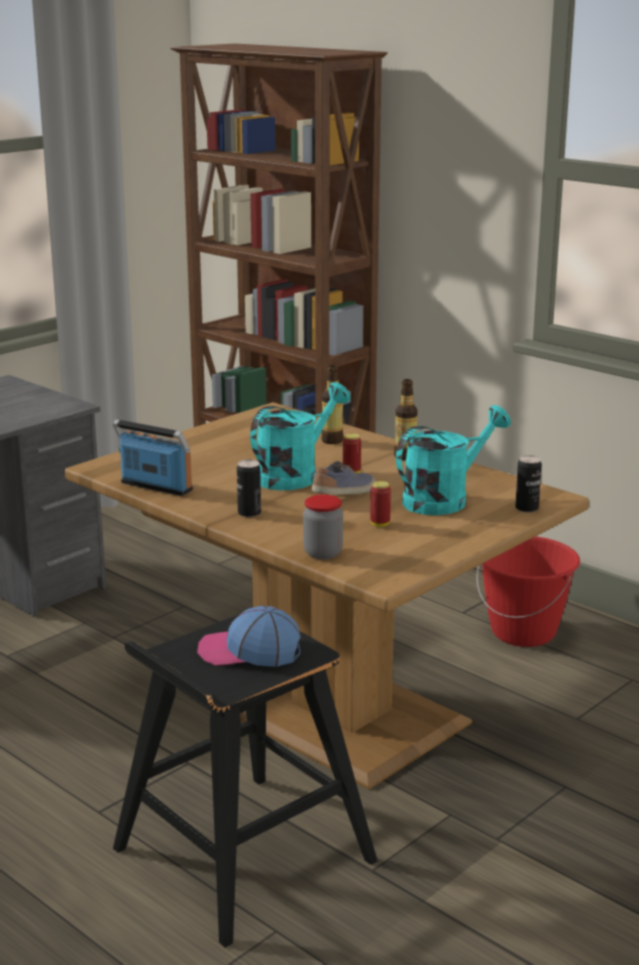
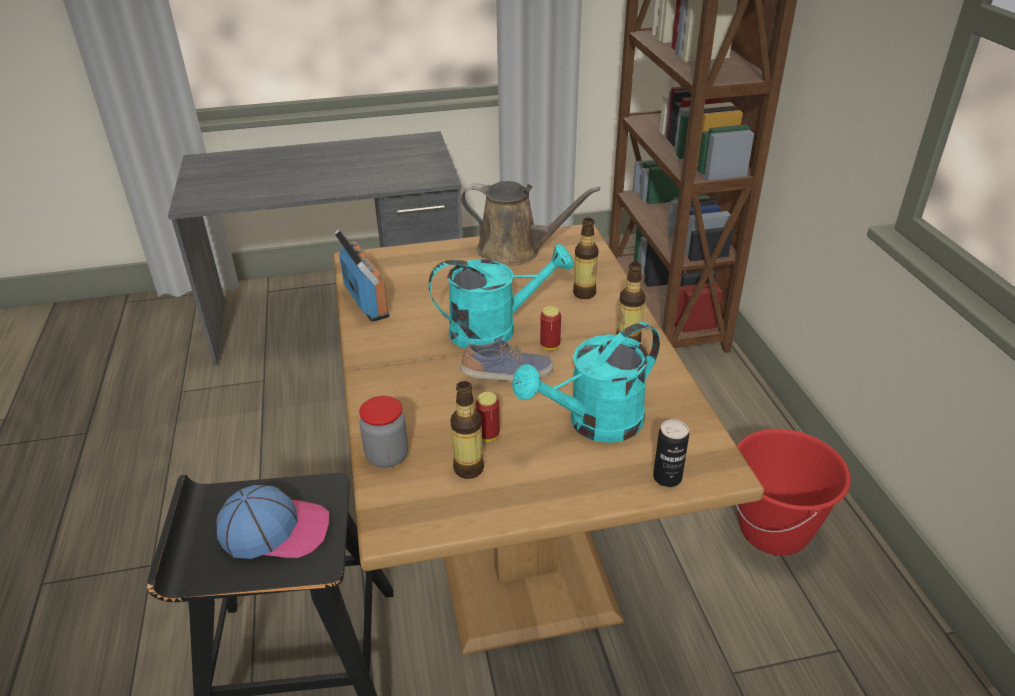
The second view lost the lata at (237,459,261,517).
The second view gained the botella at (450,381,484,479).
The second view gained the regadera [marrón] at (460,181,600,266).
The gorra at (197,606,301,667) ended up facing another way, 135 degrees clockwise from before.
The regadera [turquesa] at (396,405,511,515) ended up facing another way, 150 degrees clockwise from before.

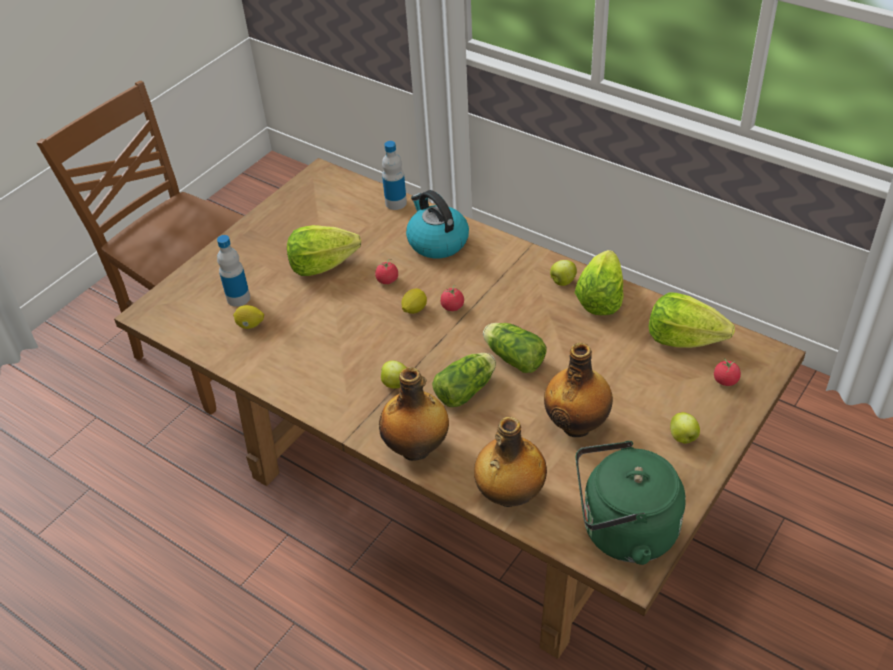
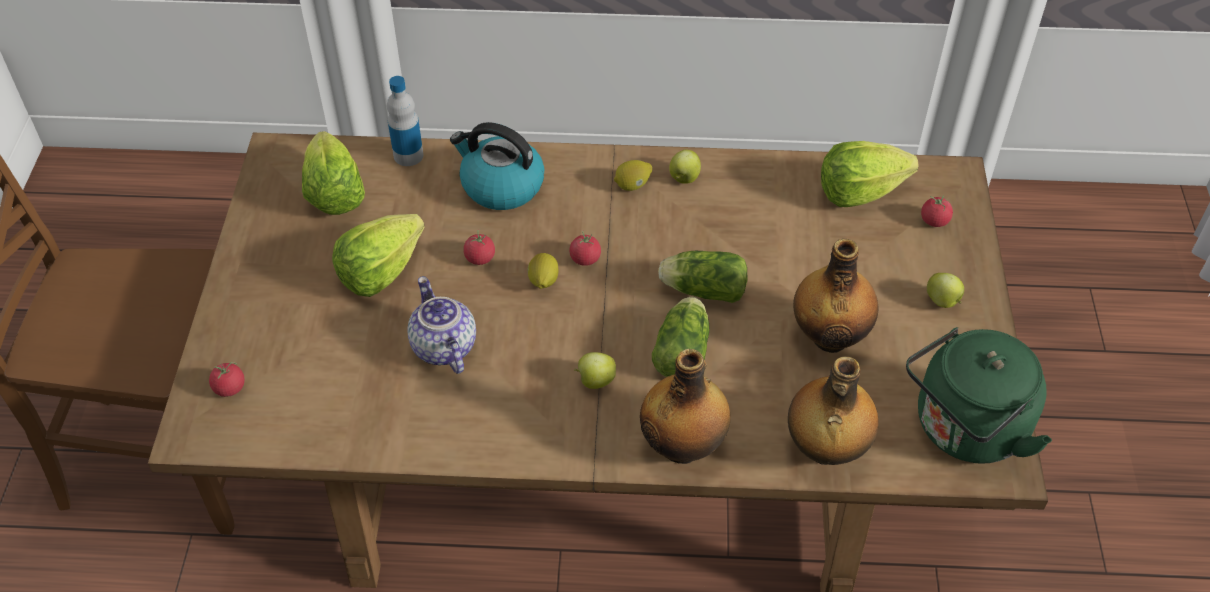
The second view lost the botella at (217,235,250,307).
The second view gained the tomate at (209,362,245,397).
The second view gained the tetera at (407,276,476,374).
The limón ended up elsewhere, having gone from (233,305,264,329) to (614,160,652,191).
The lechuga ended up elsewhere, having gone from (575,250,624,315) to (302,131,365,215).

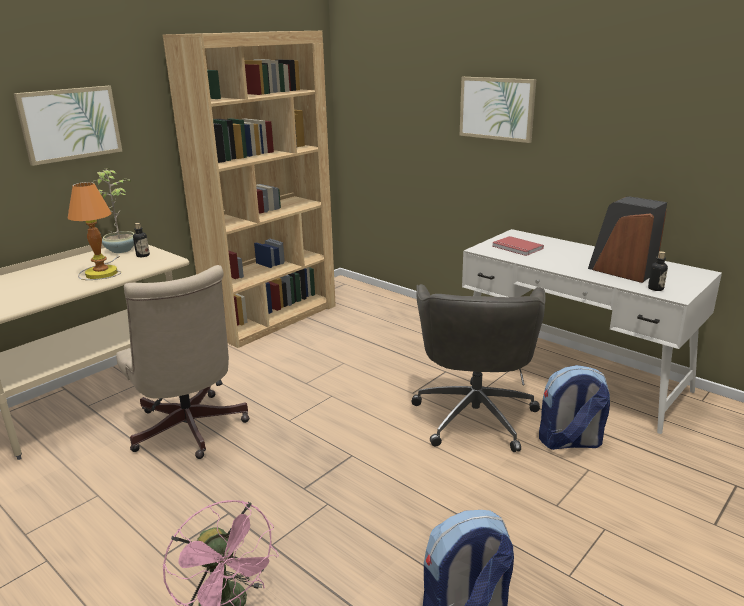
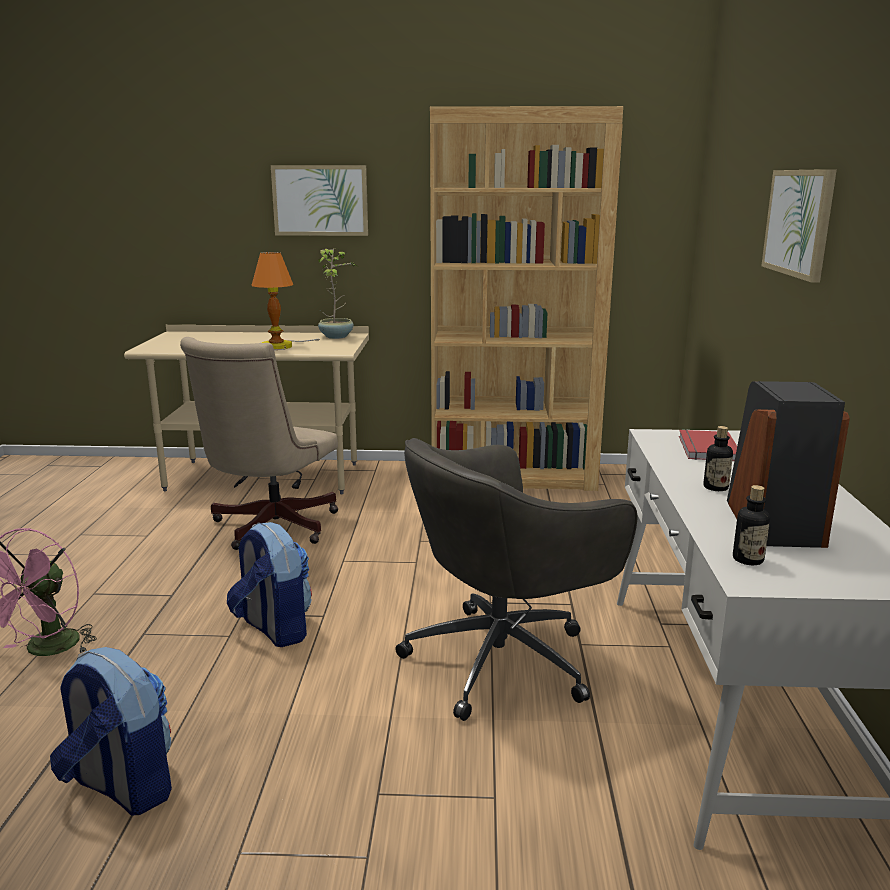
The botella ended up elsewhere, having gone from (133,223,150,257) to (704,426,733,491).
The mochila ended up elsewhere, having gone from (539,365,610,450) to (227,522,312,647).

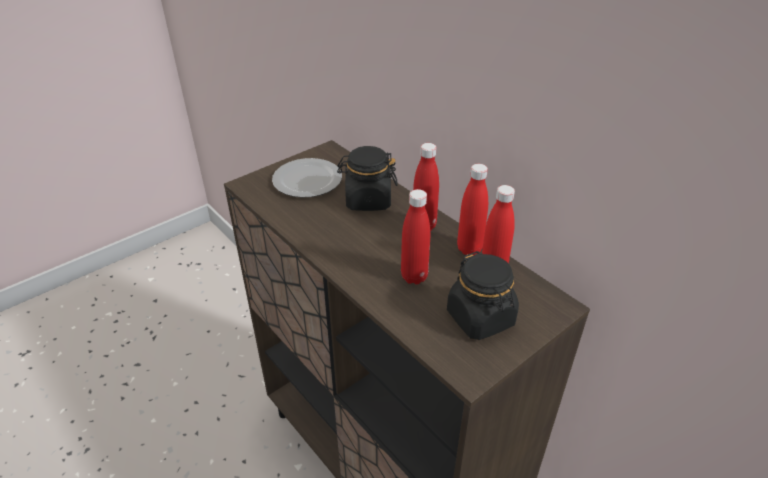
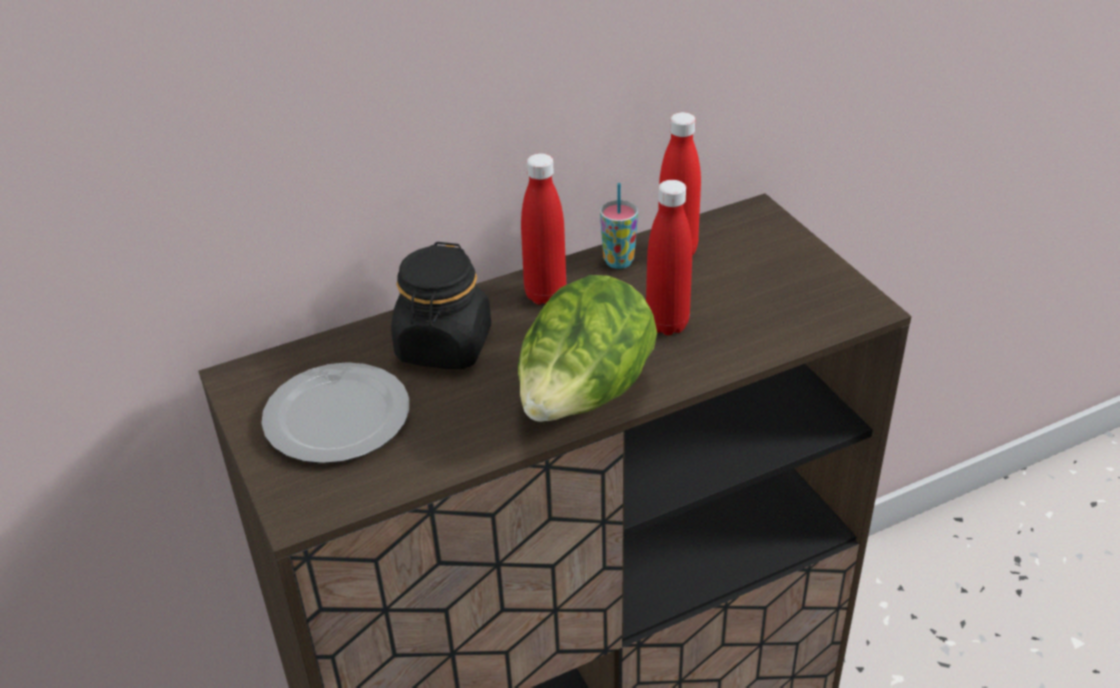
The second view lost the tarro [negro] at (447,251,519,340).
The second view gained the lechuga at (518,275,657,422).
Where the botella [rojo] stood at (457,164,488,255), the taza came to stand at (600,183,638,269).

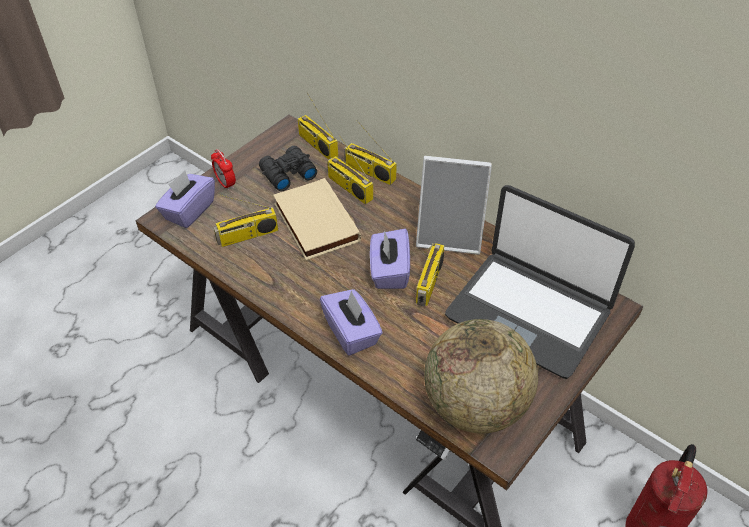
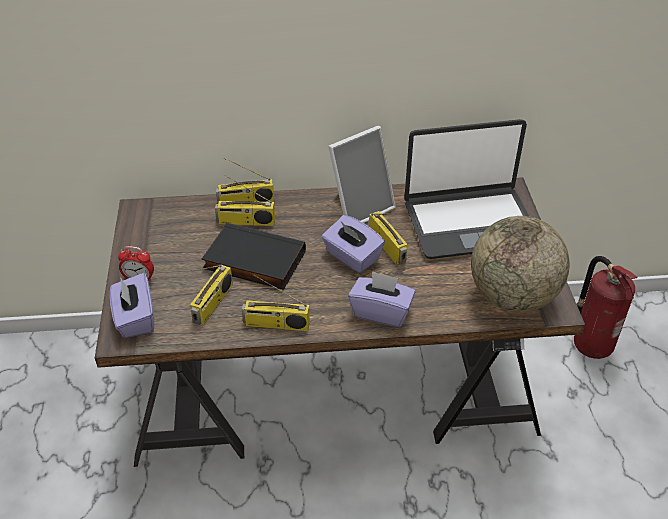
The second view lost the prismáticos [negro] at (259,146,317,191).
The radio ended up elsewhere, having gone from (298,93,338,160) to (242,275,310,331).
What was the libro [beis] at (273,178,361,260) turned into the libro [negro] at (202,223,306,290).

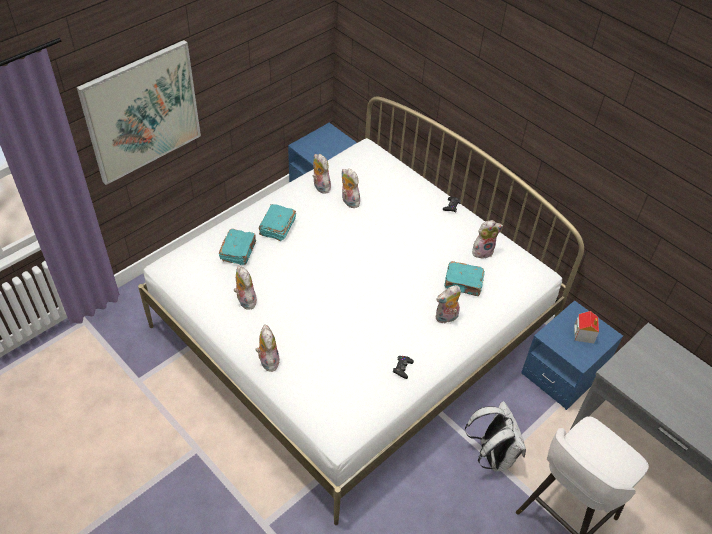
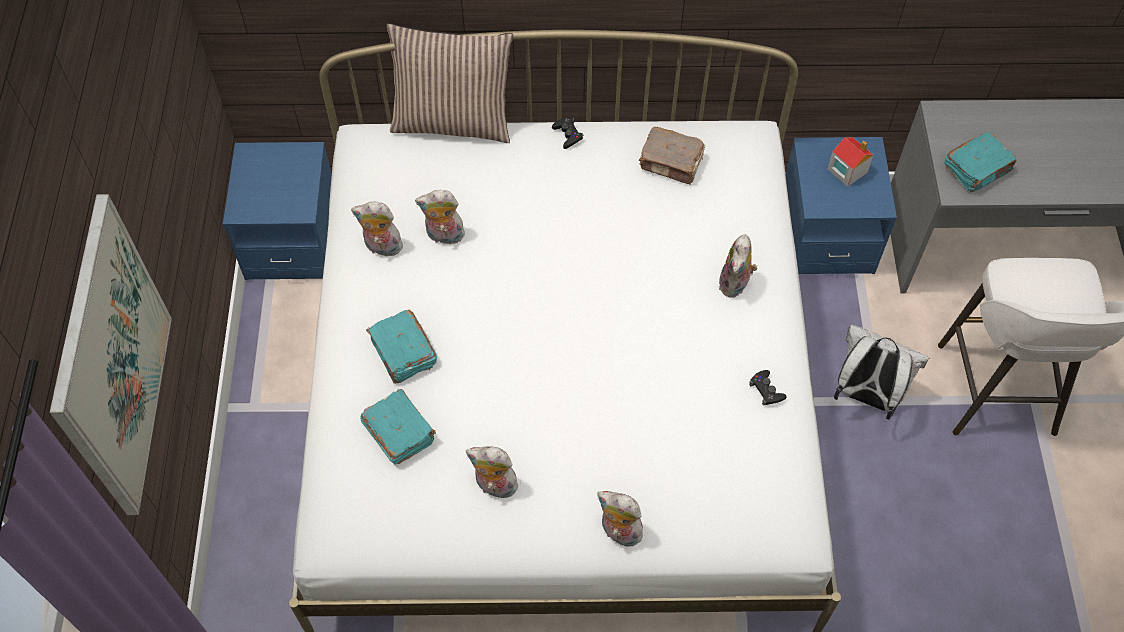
The second view gained the cojín at (387,23,513,143).
The libro [turquesa] ended up elsewhere, having gone from (444,261,485,296) to (944,132,1016,192).
Where the peluche stood at (472,220,503,259), the libro [marrón] came to stand at (639,127,705,184).

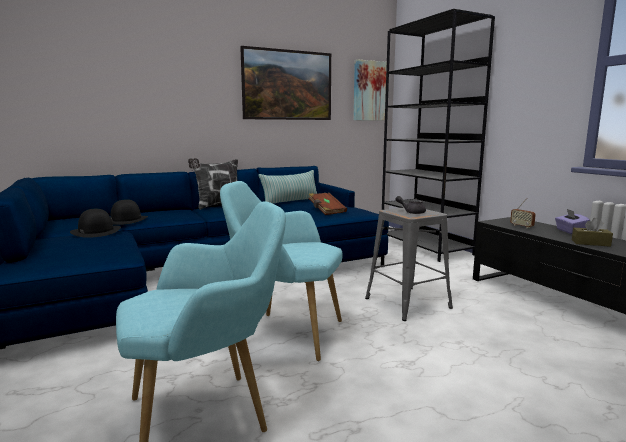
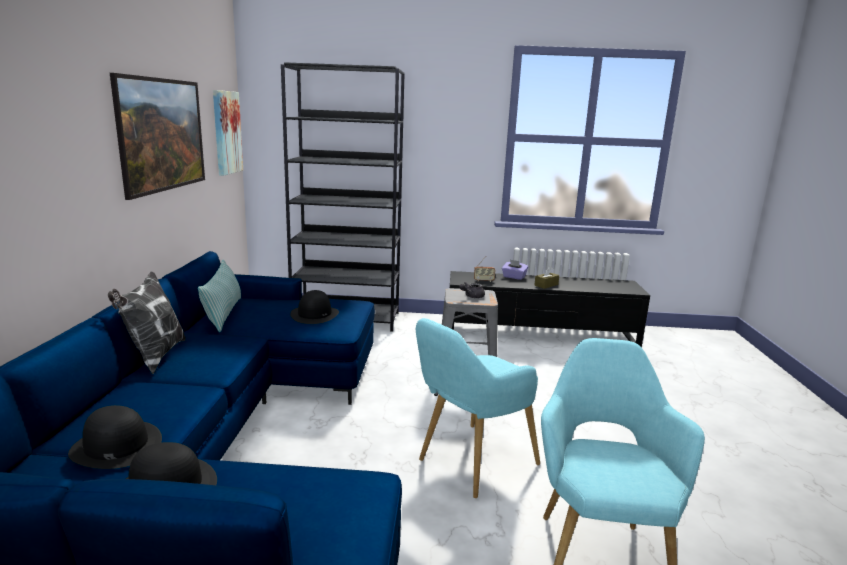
Where the libro [marrón] stood at (308,192,347,215), the sombrero [negro] came to stand at (290,290,339,324).

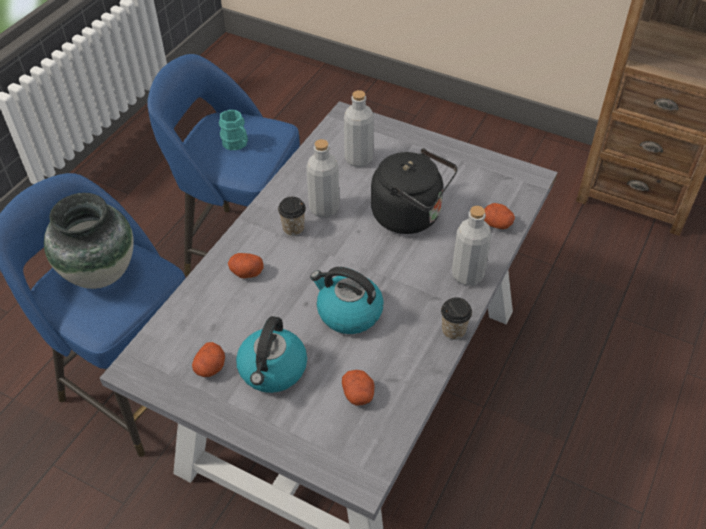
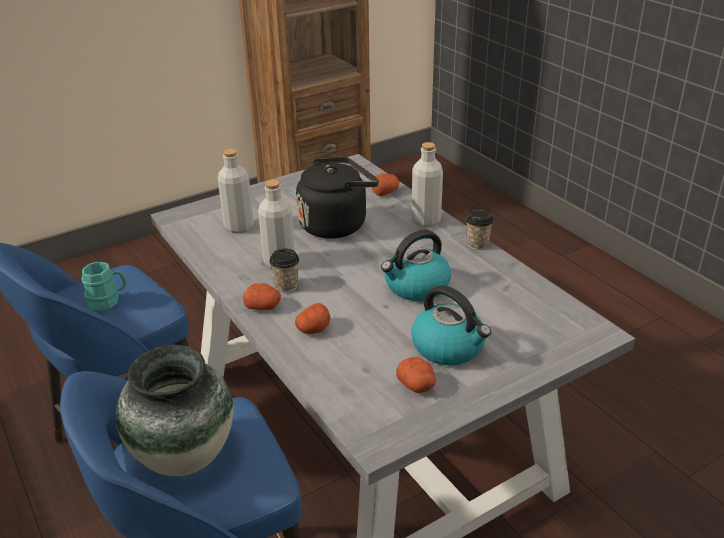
The patata ended up elsewhere, having gone from (342,370,375,406) to (243,283,281,310).

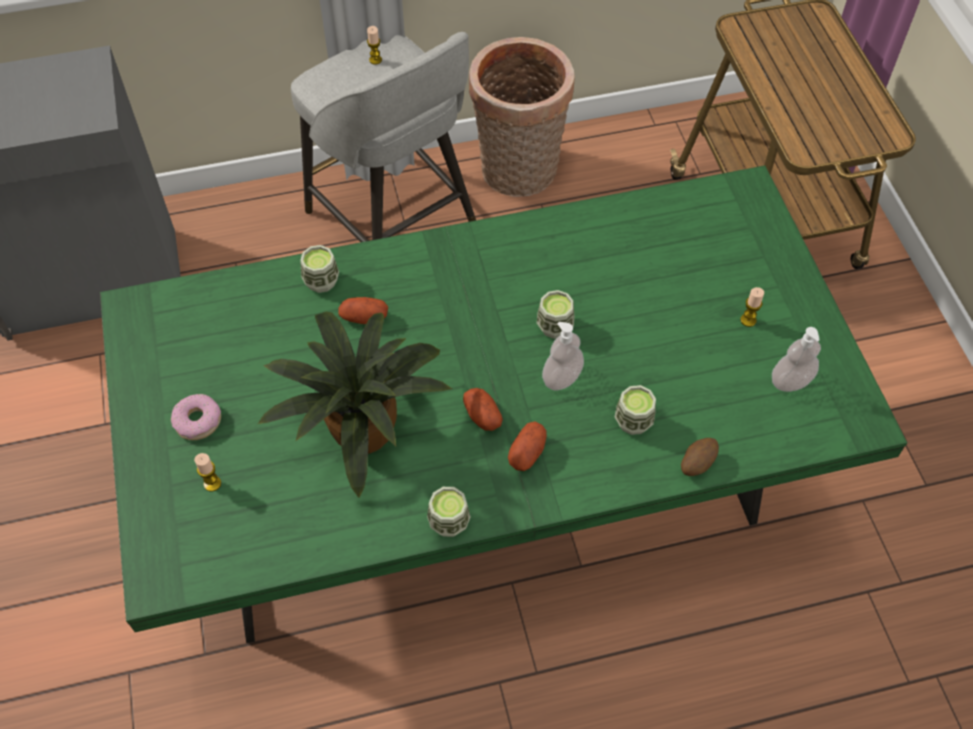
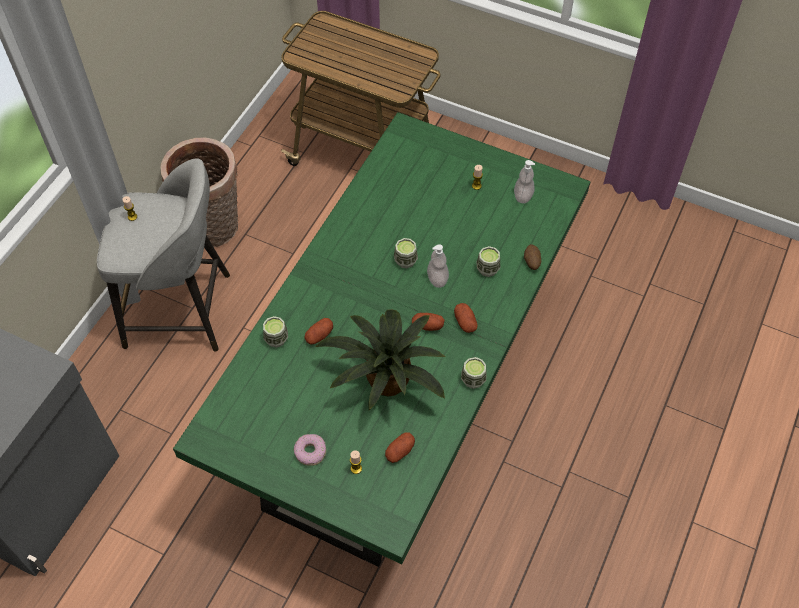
The second view gained the patata at (385,432,415,463).

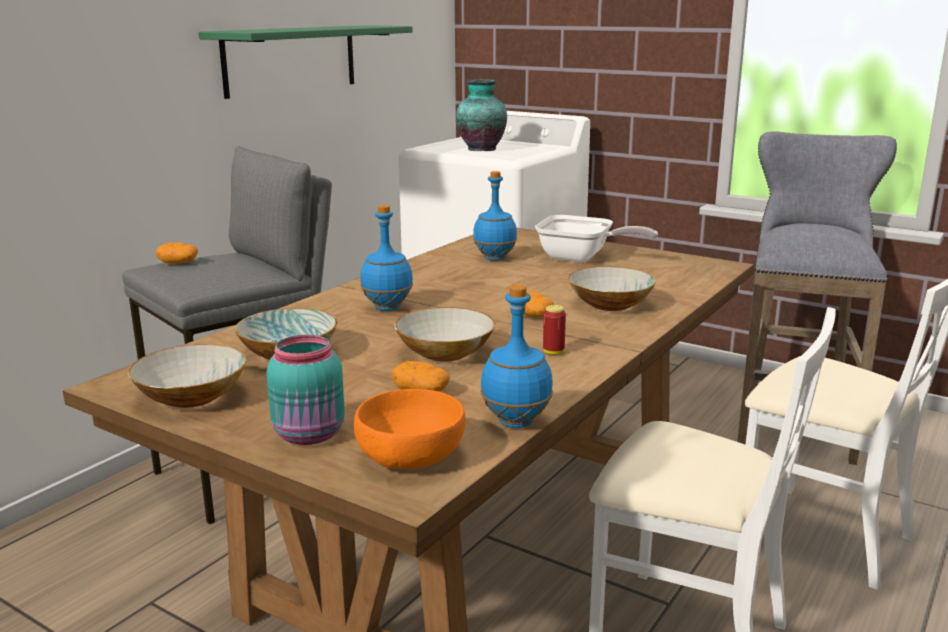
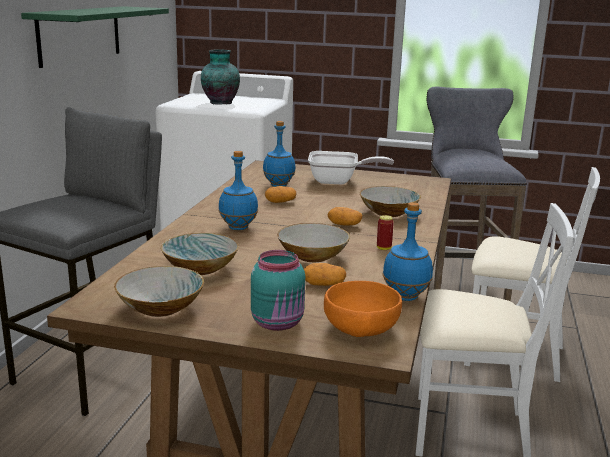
The patata ended up elsewhere, having gone from (156,242,198,264) to (265,186,296,203).

